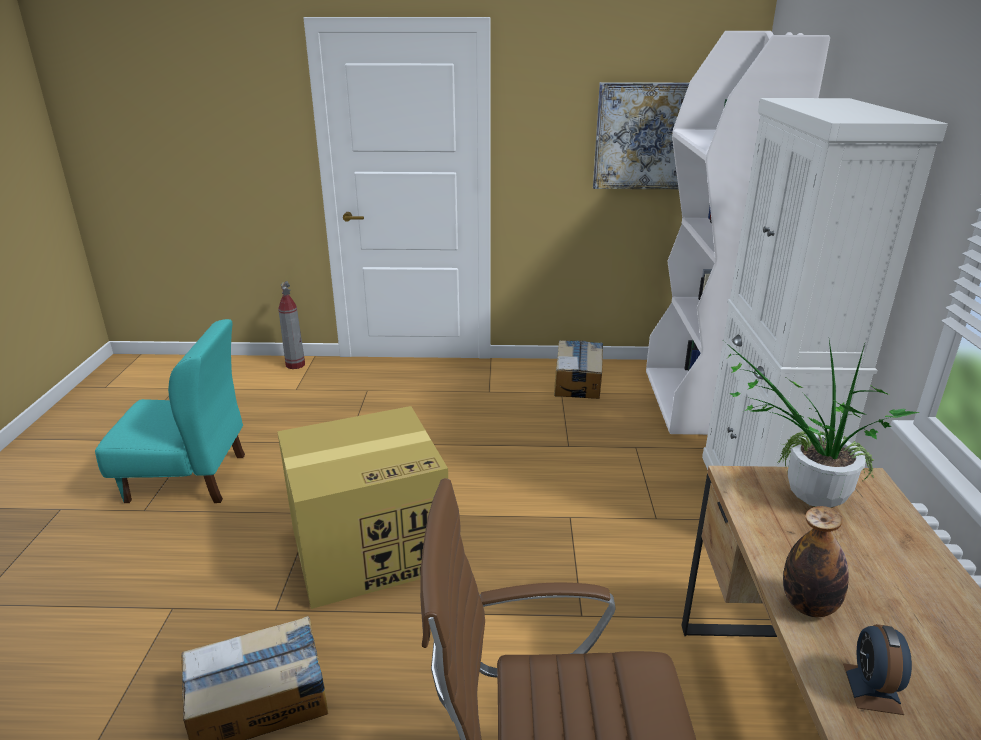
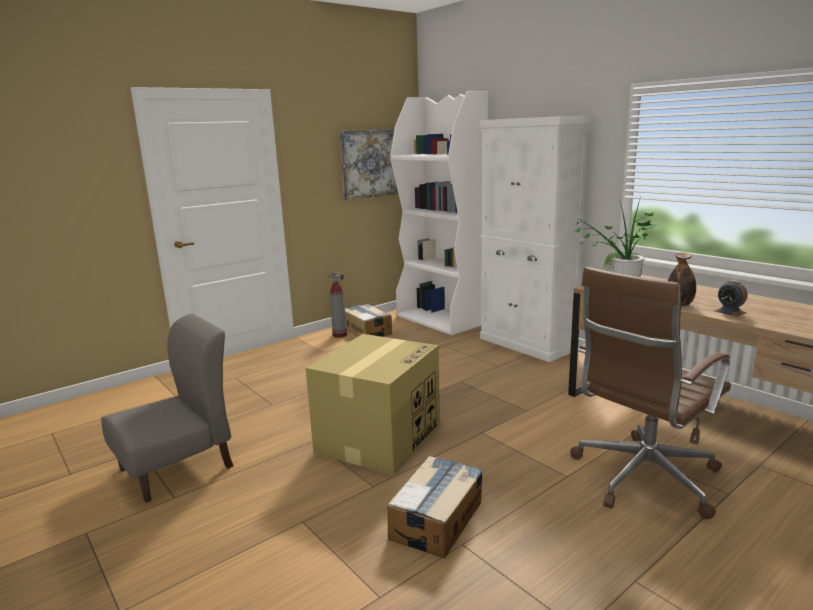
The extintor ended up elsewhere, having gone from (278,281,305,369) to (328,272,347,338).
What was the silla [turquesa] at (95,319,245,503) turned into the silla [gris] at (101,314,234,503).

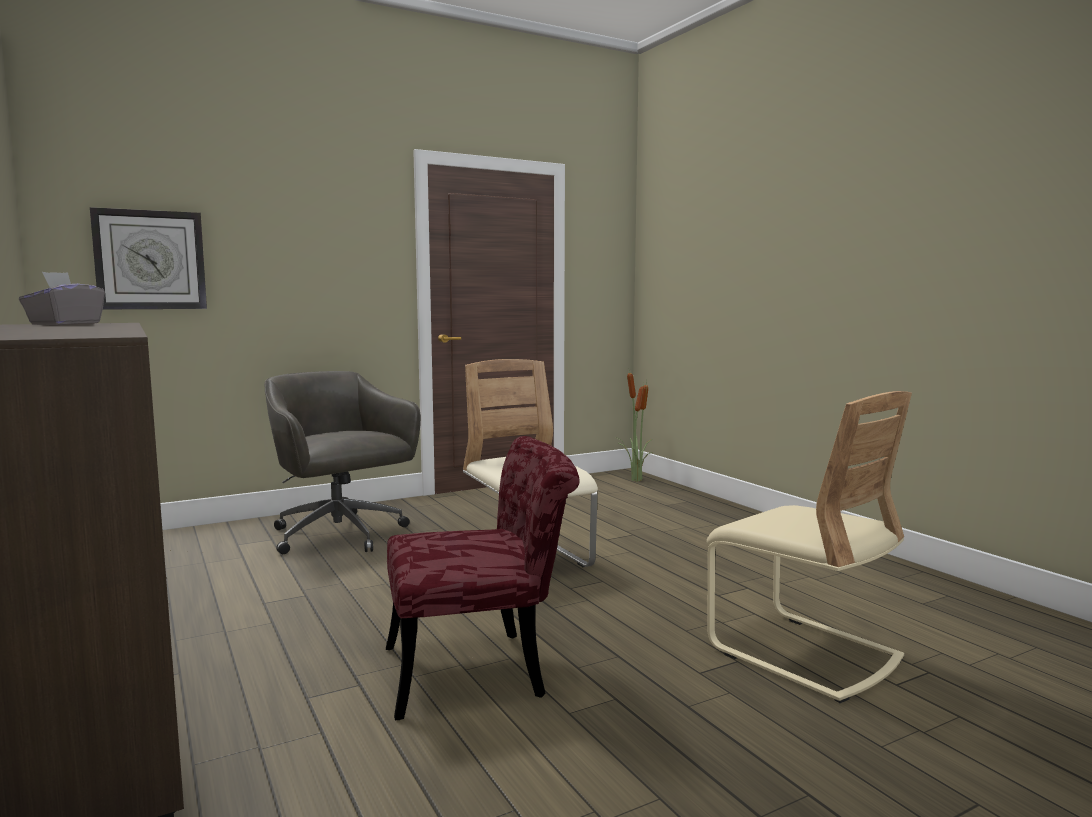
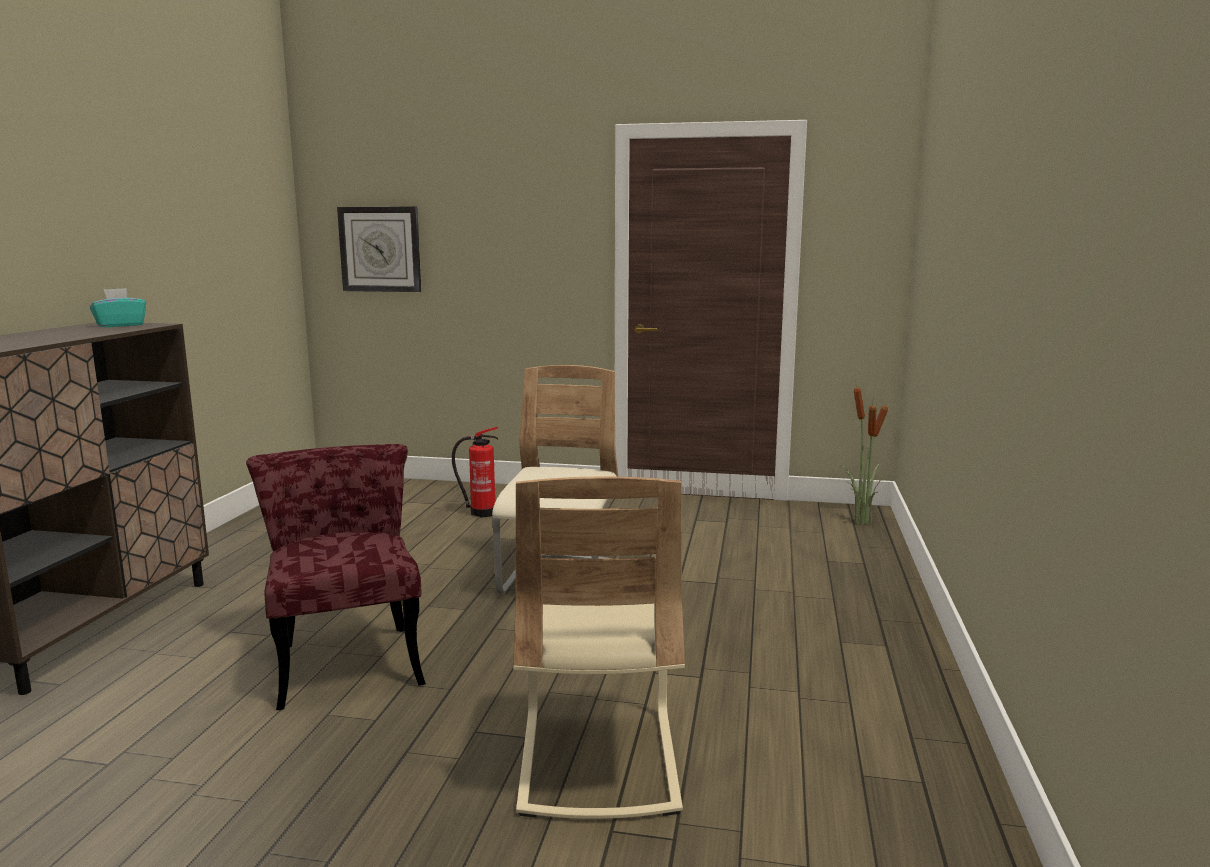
Where the silla de oficina [gris] stood at (264,371,421,554), the extintor came to stand at (452,427,498,517).
What was the caja de pañuelos [gris] at (19,272,105,325) turned into the caja de pañuelos [turquesa] at (90,288,146,327).
The silla [rojo] at (386,436,580,720) ended up facing another way, 135 degrees counterclockwise from before.

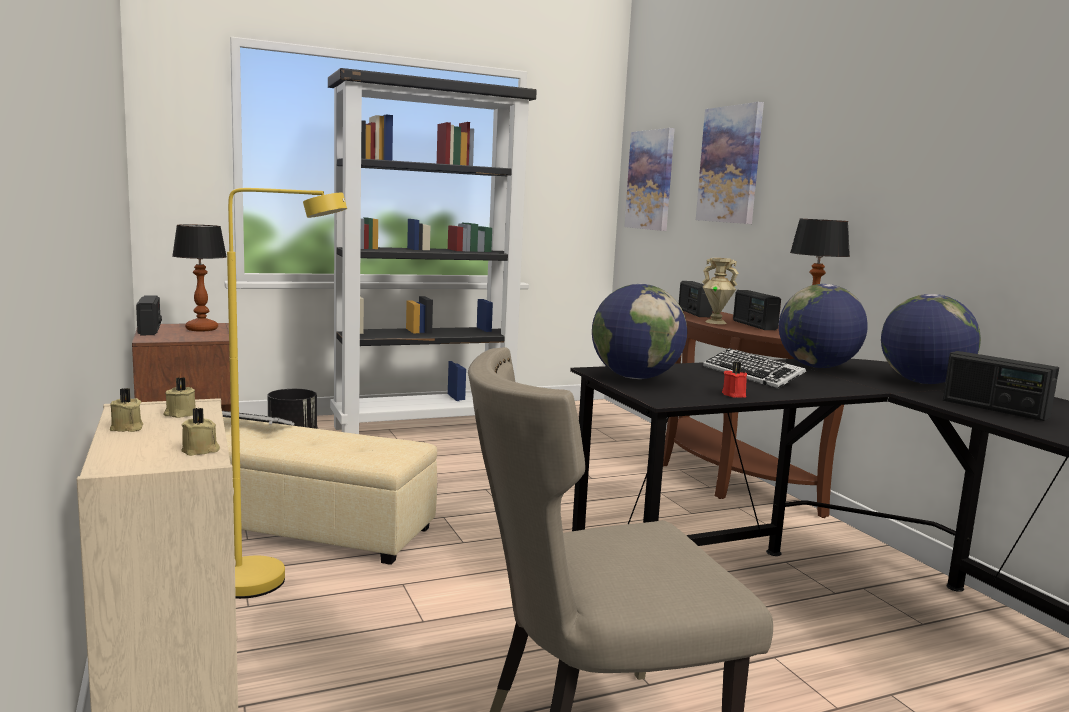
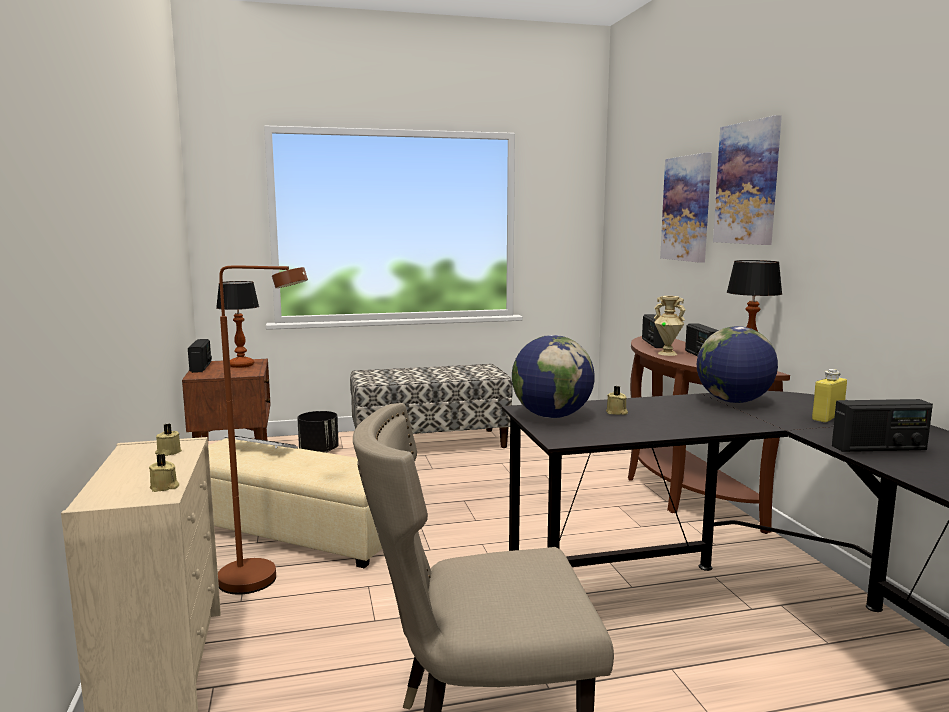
The second view lost the teclado at (703,348,806,389).
The second view lost the vela [rojo] at (722,362,747,398).
The vela [beis] ended up elsewhere, having gone from (110,388,143,432) to (606,386,628,415).
The cuadro ended up elsewhere, having gone from (624,128,675,231) to (713,115,782,245).
Where the estantería [negro] stood at (328,68,537,434), the banco came to stand at (350,364,513,448).
Where the globo terráqueo stood at (881,294,981,384), the botella [amarillo] came to stand at (812,369,847,423).
What was the lámpara de pie [amarillo] at (227,188,347,599) turned into the lámpara de pie [marrón] at (218,265,308,595).
The radio at (943,351,1059,421) ended up facing another way, 60 degrees counterclockwise from before.

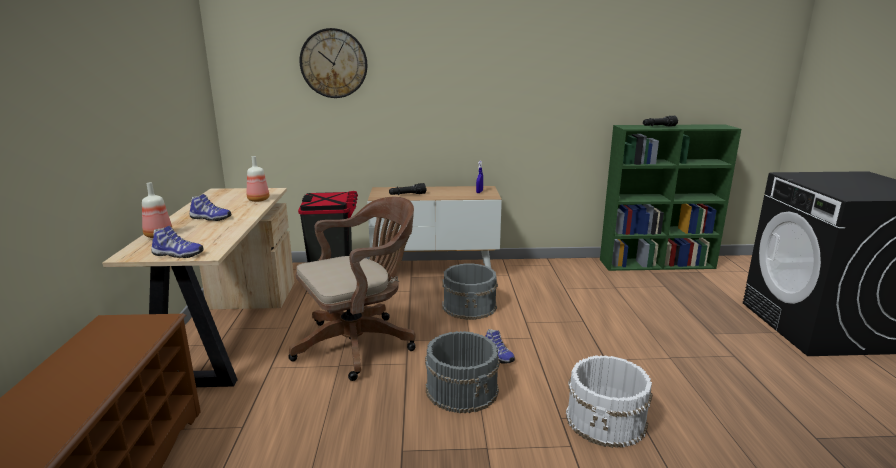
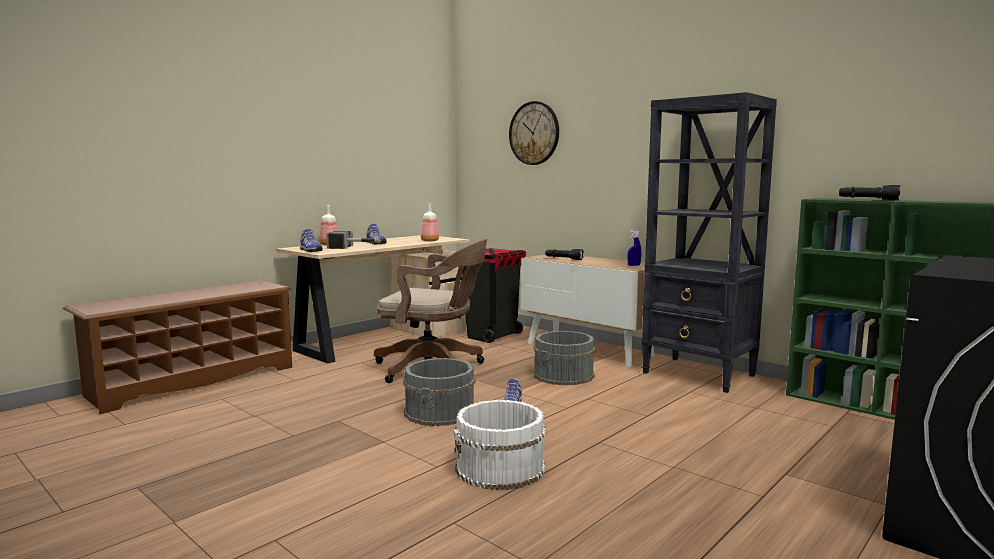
The second view gained the martillo at (326,231,380,249).
The second view gained the estantería [negro] at (641,92,777,393).

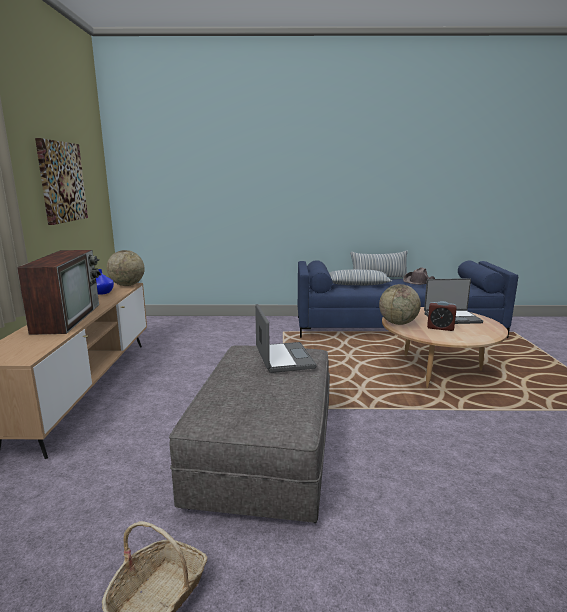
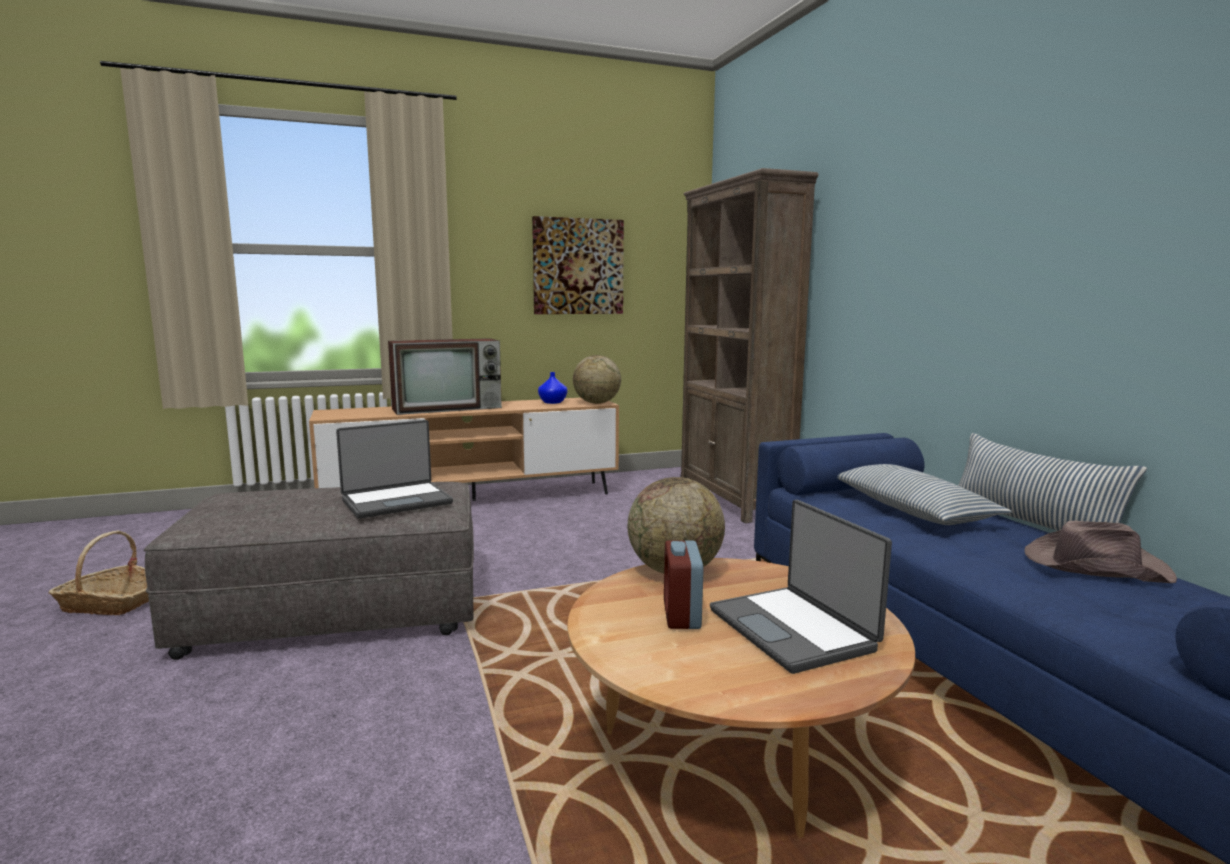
The second view gained the estantería [marrón] at (681,168,819,523).

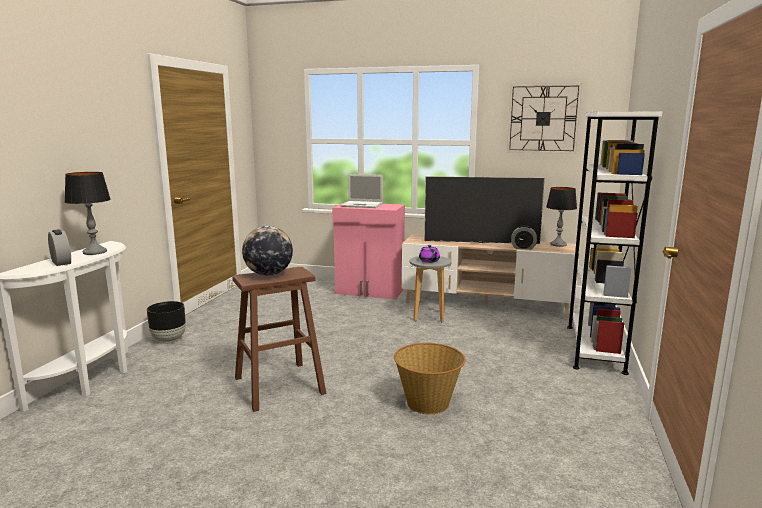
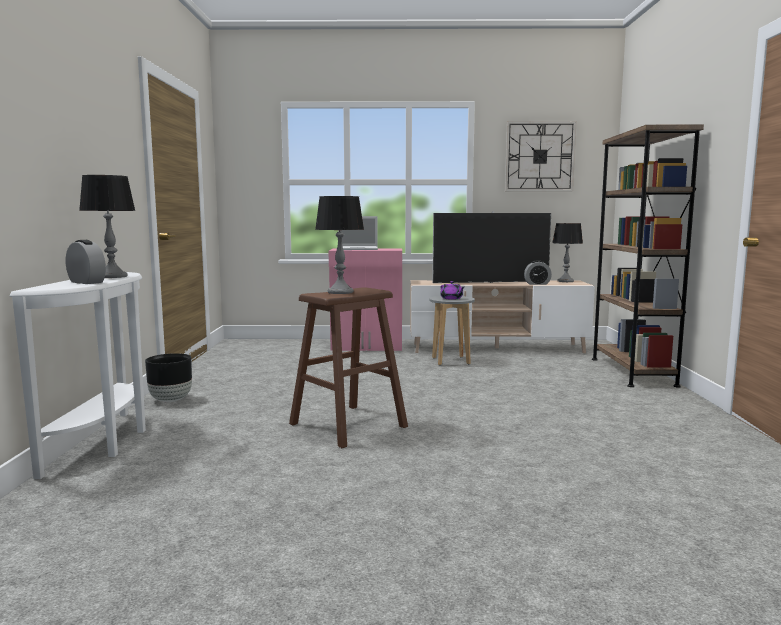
The second view lost the cesta at (394,343,466,414).
Where the globo terráqueo stood at (242,226,293,276), the lámpara de mesa came to stand at (315,196,364,294).
What was the estantería [blanco] at (567,111,662,375) turned into the estantería [marrón] at (592,125,704,387).

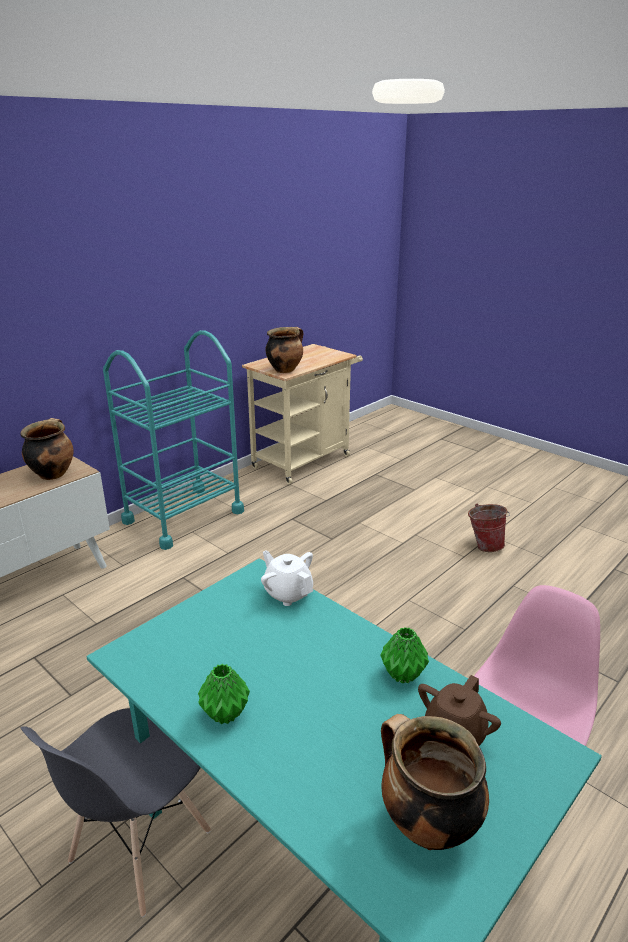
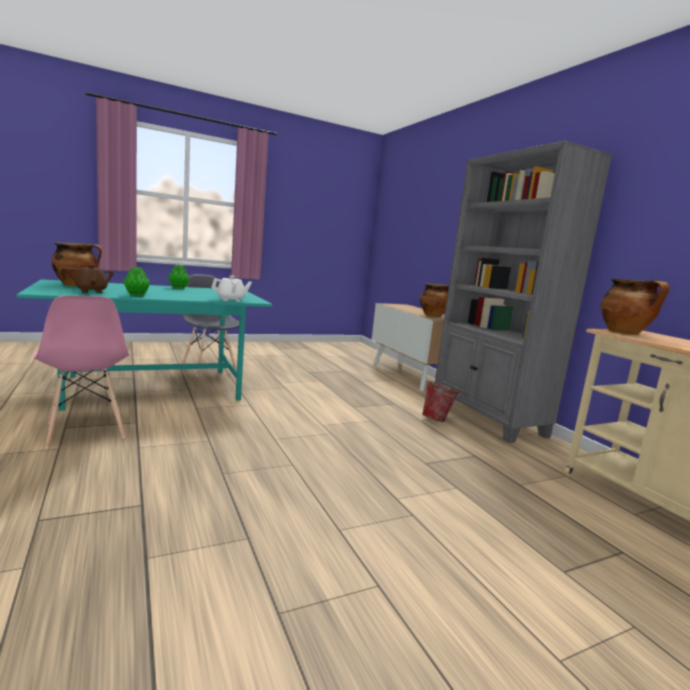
The cubo ended up elsewhere, having gone from (468,504,510,552) to (422,379,461,422).
Where the carrito [turquesa] stood at (103,330,244,550), the estantería [gris] came to stand at (435,140,612,443).

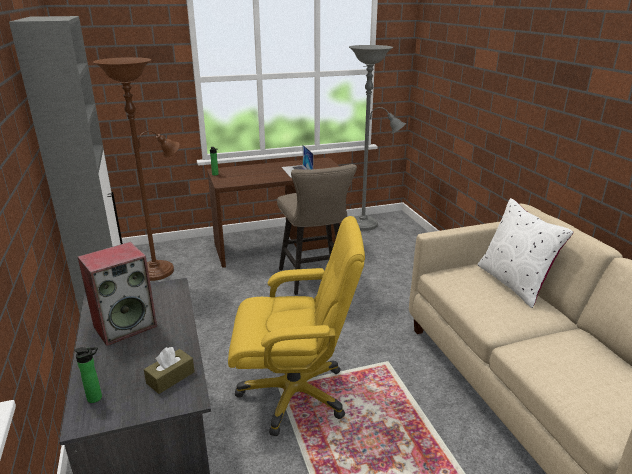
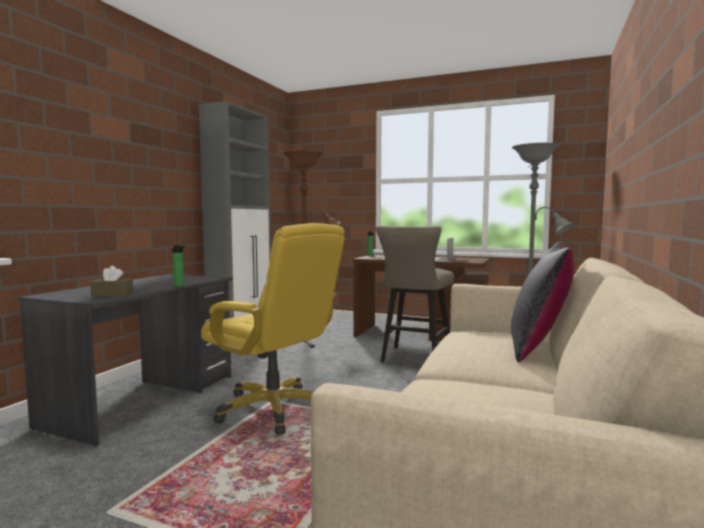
The second view lost the altavoz at (78,242,157,346).
The botella ended up elsewhere, having gone from (74,347,102,403) to (172,245,185,286).
What was the cojín [blanco] at (478,198,574,308) turned into the cojín [negro] at (511,241,574,362).

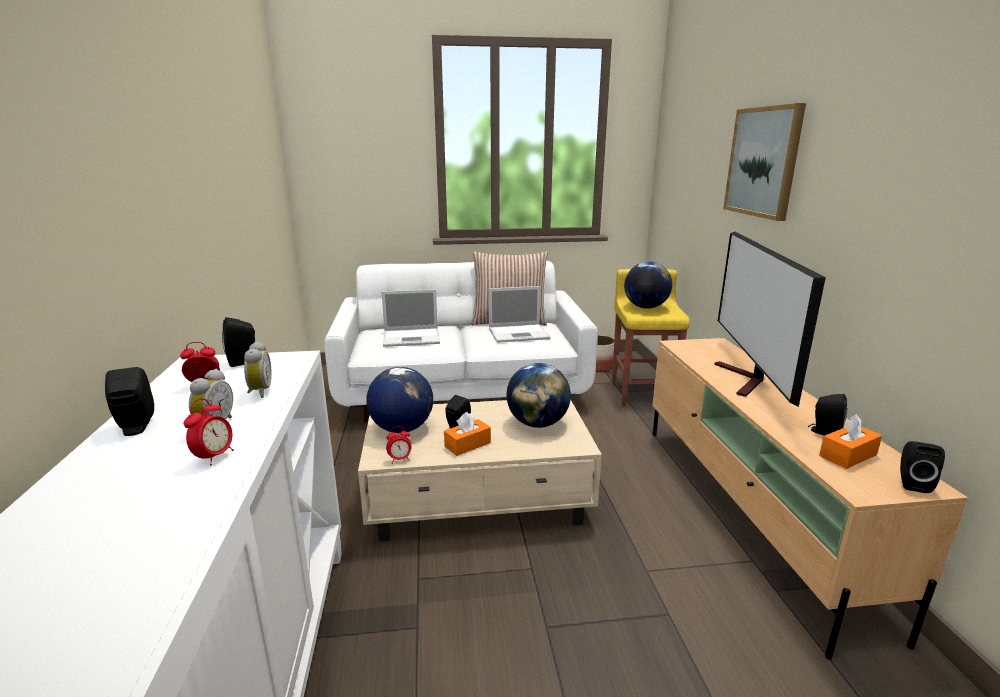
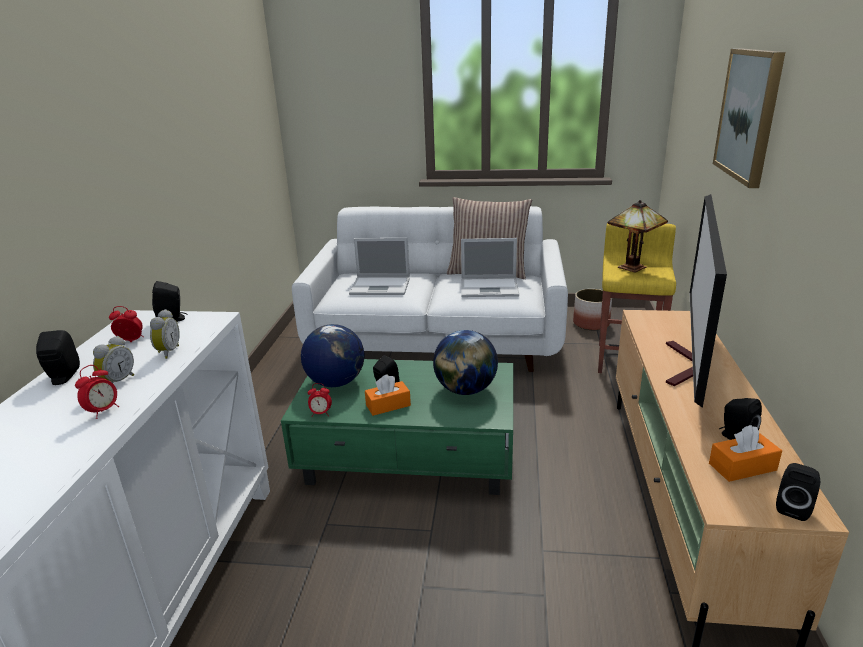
Where the globo terráqueo stood at (624,262,672,309), the lámpara de mesa came to stand at (607,200,668,273).
What was the mesa de centro [beis] at (358,400,602,541) turned into the mesa de centro [verde] at (281,359,513,495).

